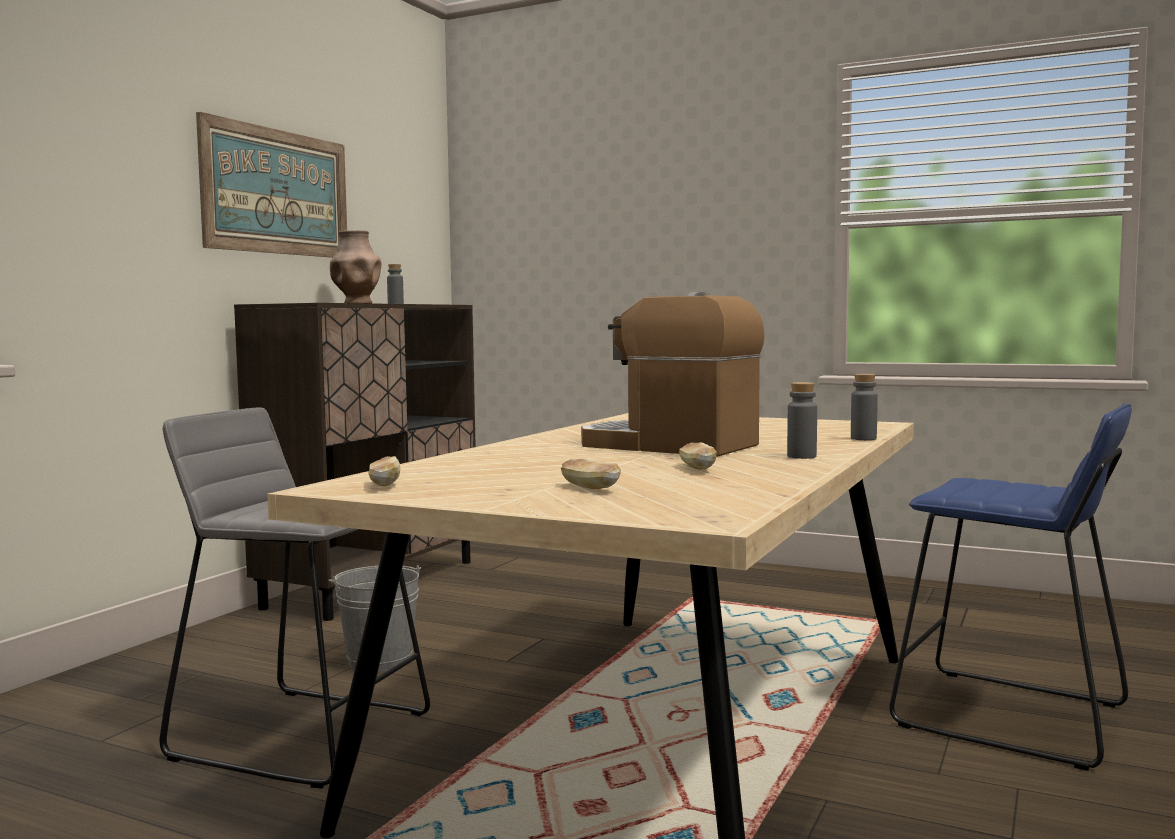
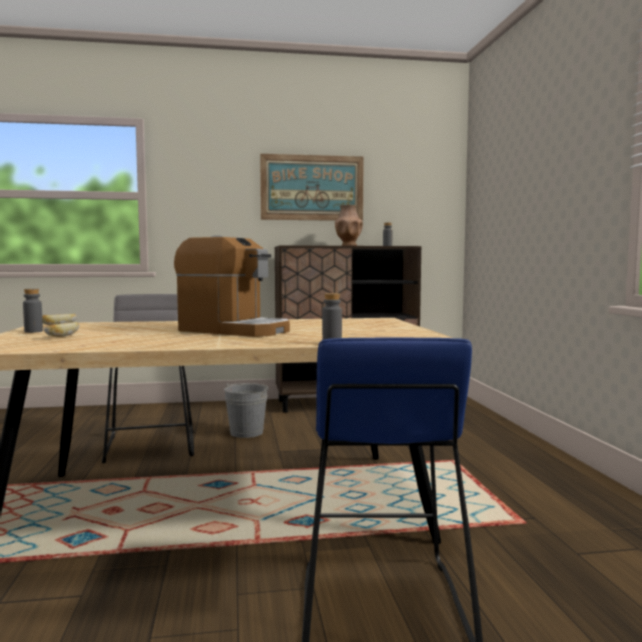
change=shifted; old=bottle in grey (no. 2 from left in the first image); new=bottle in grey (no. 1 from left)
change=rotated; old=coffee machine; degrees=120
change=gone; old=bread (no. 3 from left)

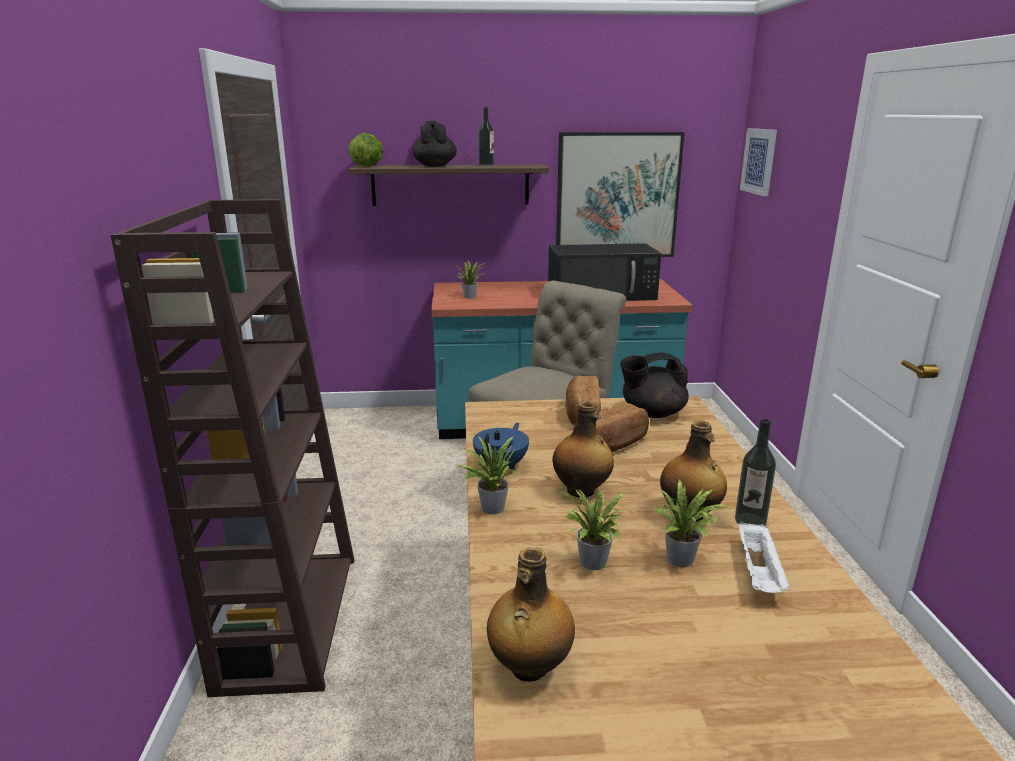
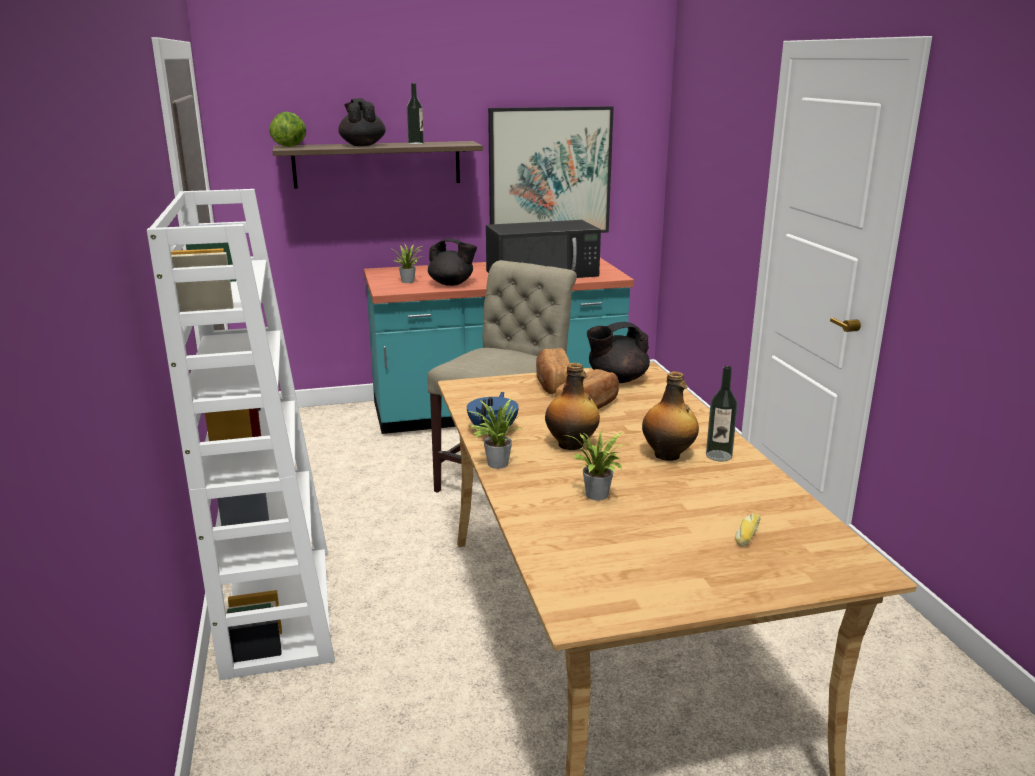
change=repainted; old=bookcase in brown; new=bookcase in white
change=new; new=teapot in black (no. 2 from left)
change=new; new=bread (no. 3 from left)
change=gone; old=bottle (no. 2 from left)
change=gone; old=potted plant (no. 4 from left)
change=gone; old=tray in white
change=gone; old=picture (no. 2 from left)

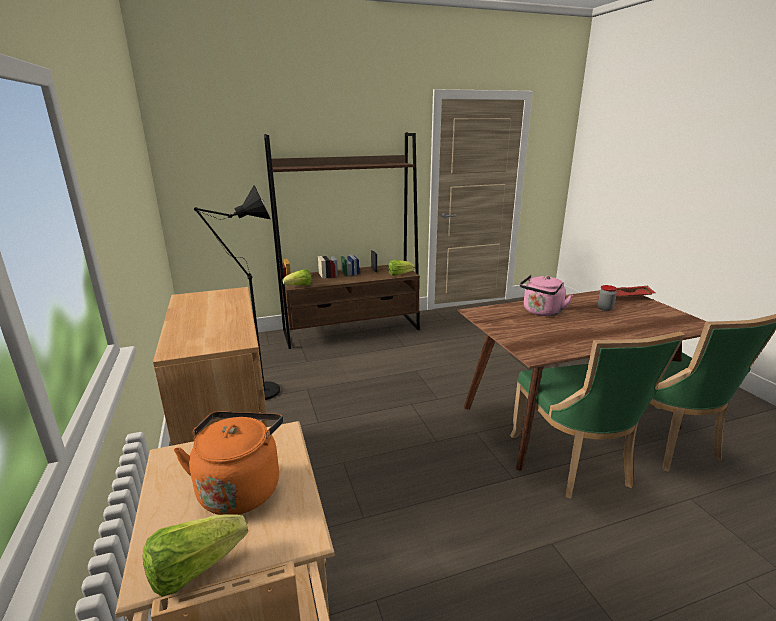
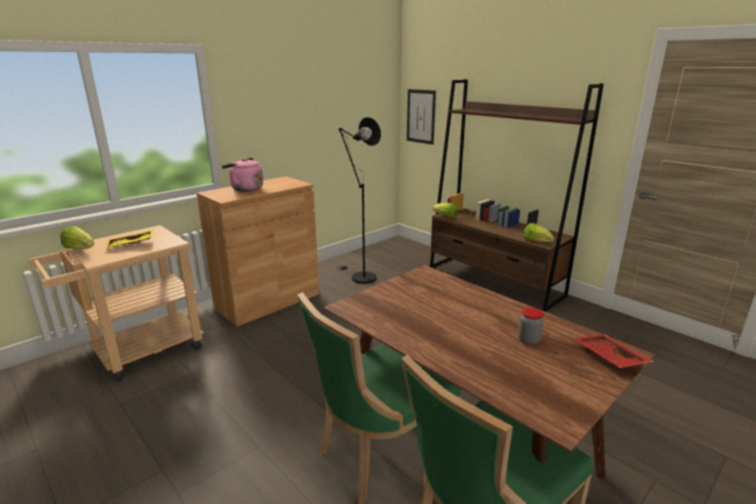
change=swapped; old=kettle in orange; new=tray in yellow
change=shifted; old=kettle in pink
change=new; new=picture

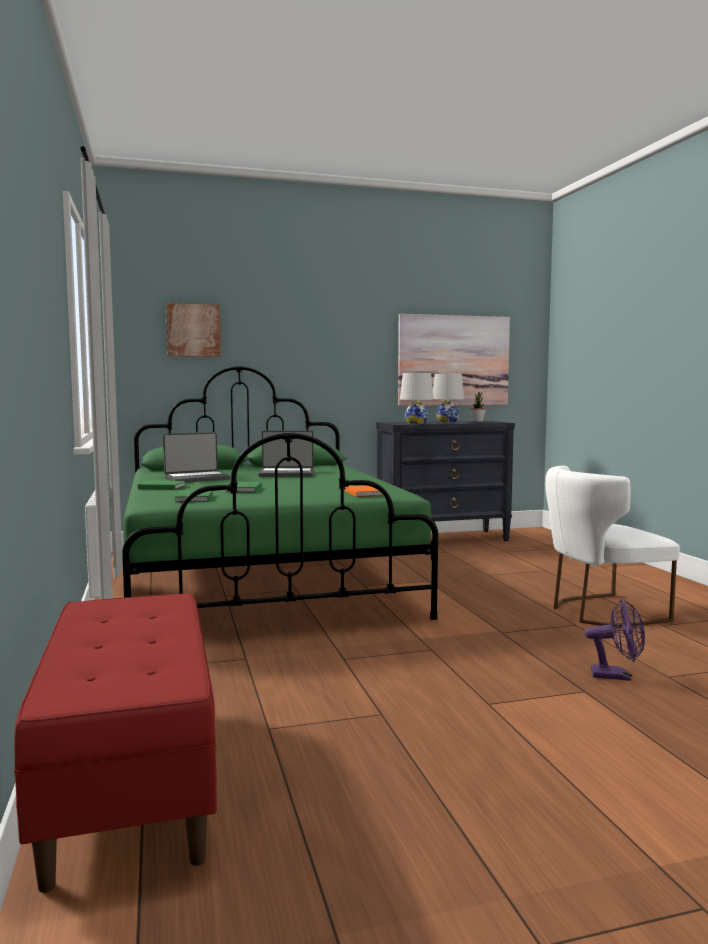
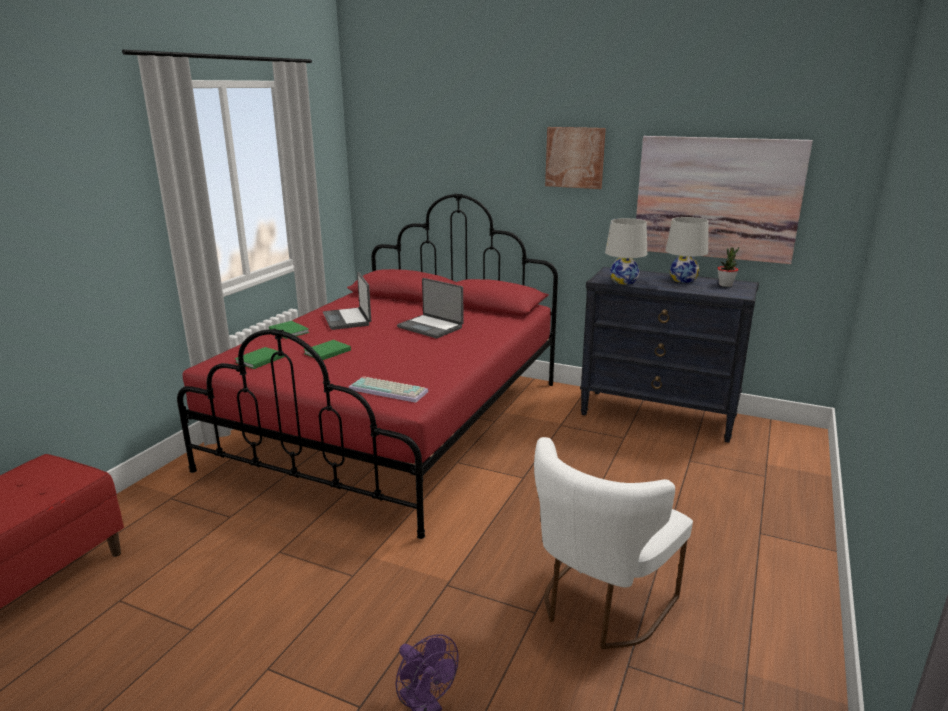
change=repainted; old=bed in green; new=bed in red
change=rotated; old=laptop (no. 1 from left); degrees=60
change=swapped; old=book in orange; new=keyboard
change=rotated; old=chair in white; degrees=-75
change=shifted; old=picture (no. 1 from left)

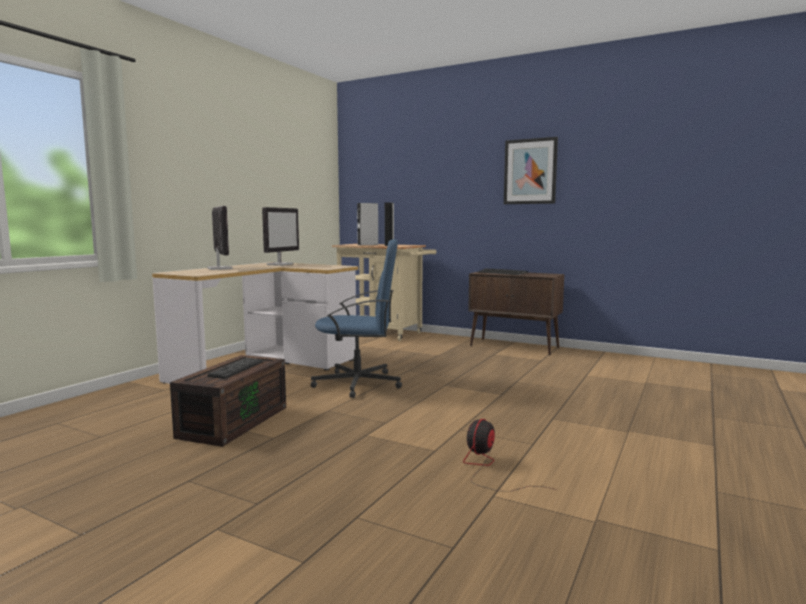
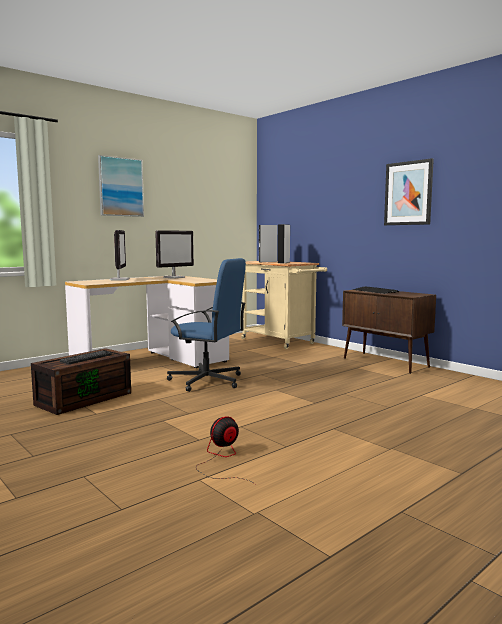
change=new; new=picture (no. 1 from left)

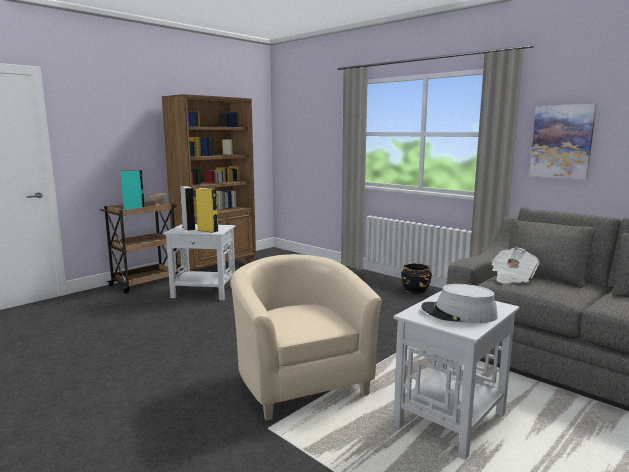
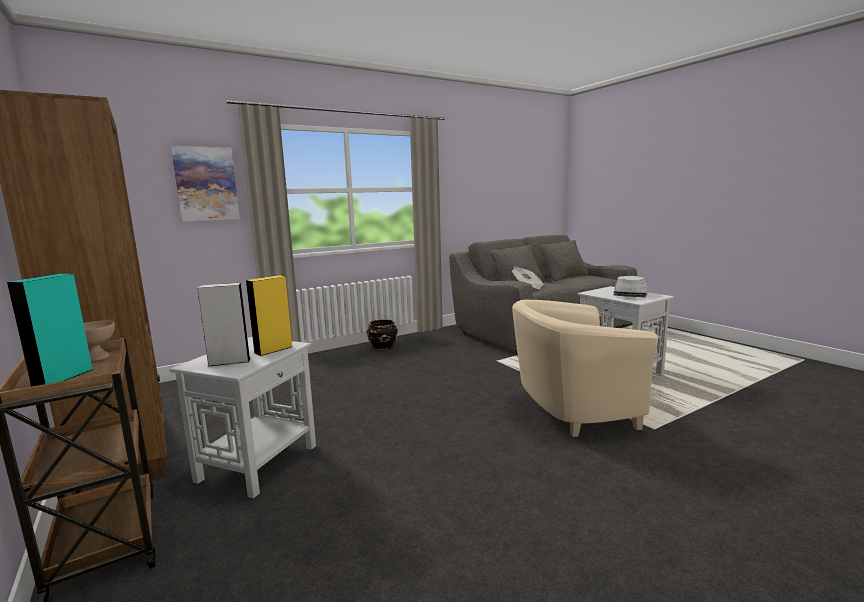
change=shifted; old=picture

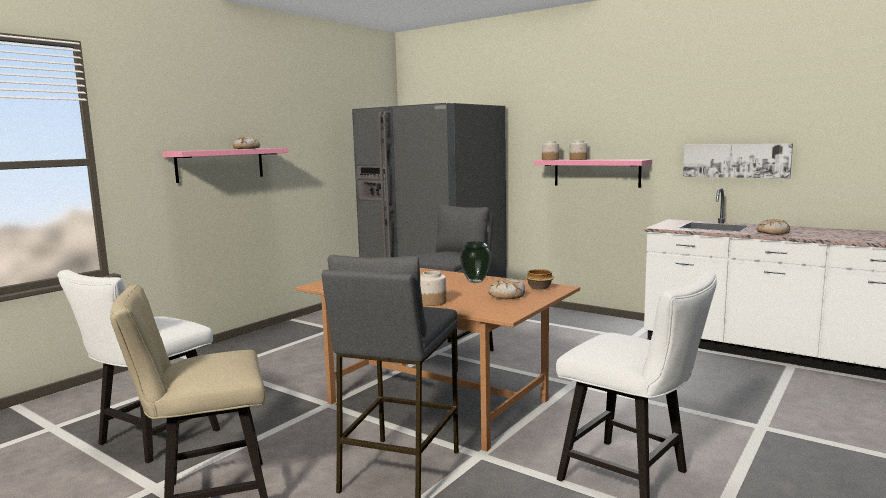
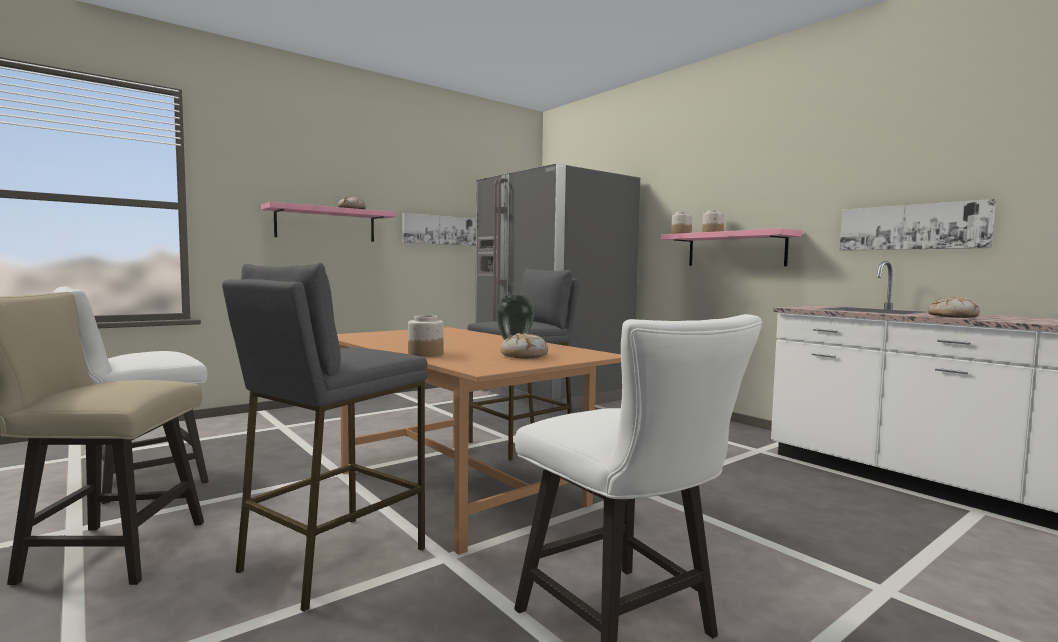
change=new; new=picture (no. 1 from left)
change=gone; old=bowl

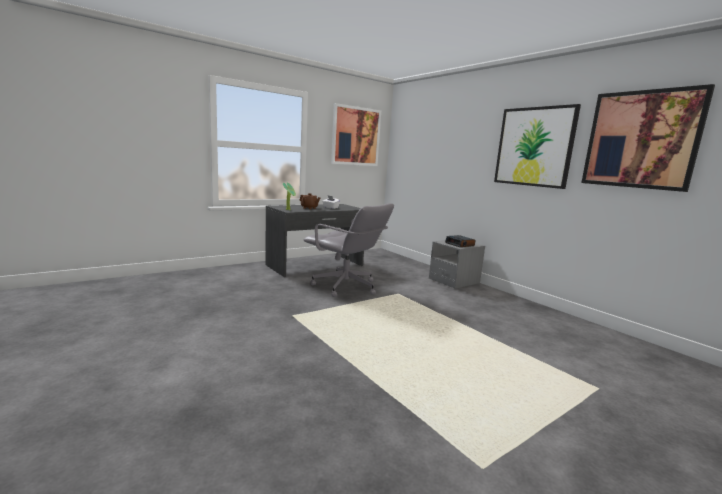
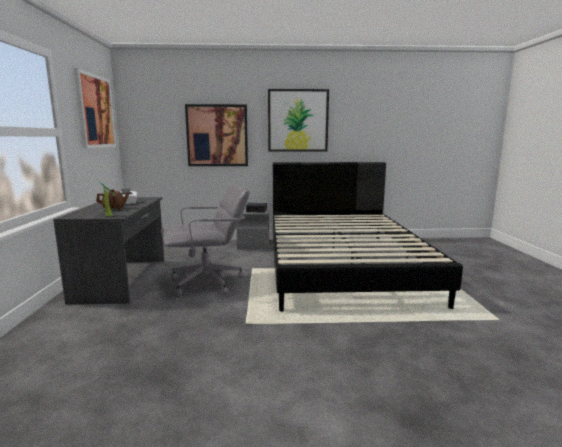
change=shifted; old=picture (no. 3 from left in the first image); new=picture (no. 2 from left)
change=new; new=bed in black

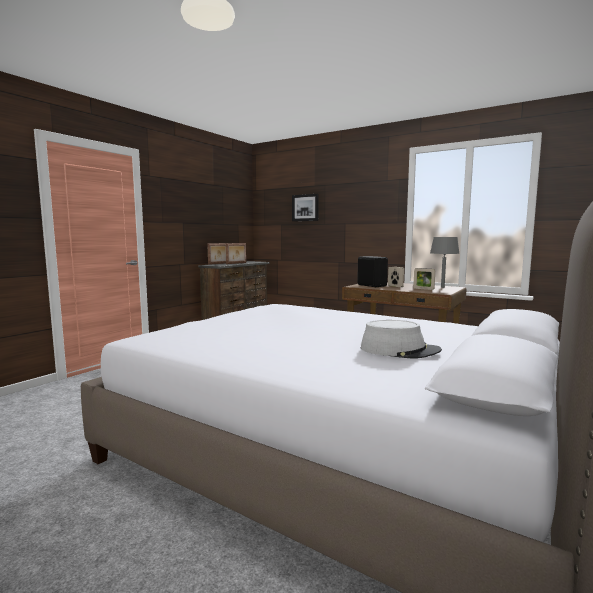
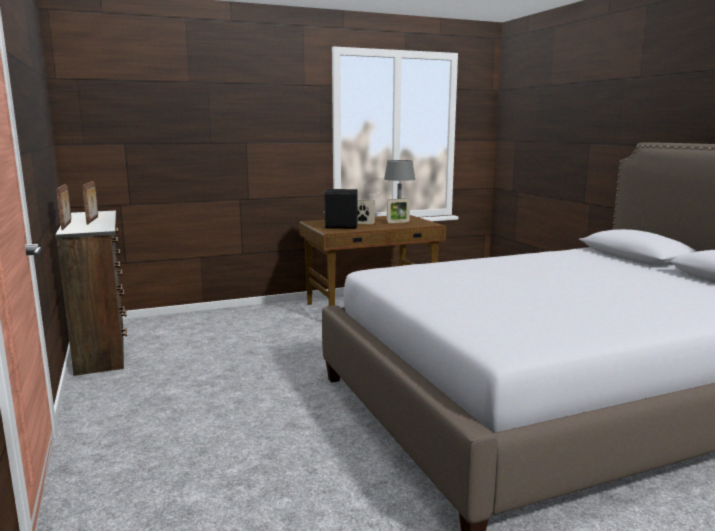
change=gone; old=picture
change=gone; old=hat in grey

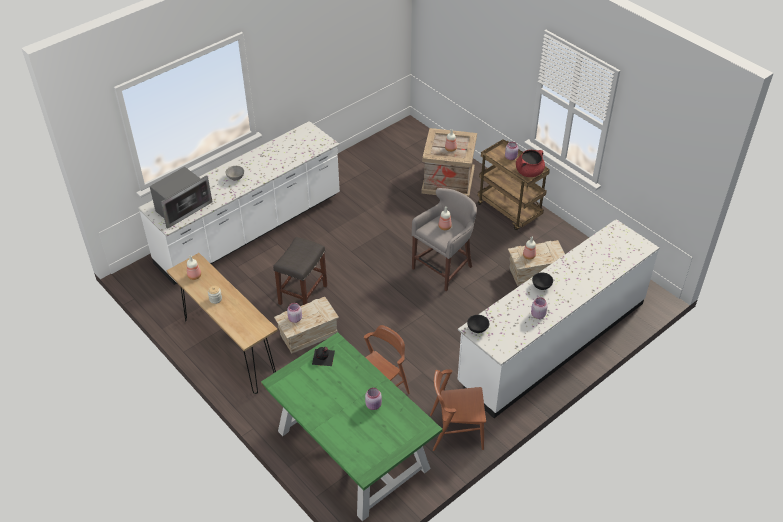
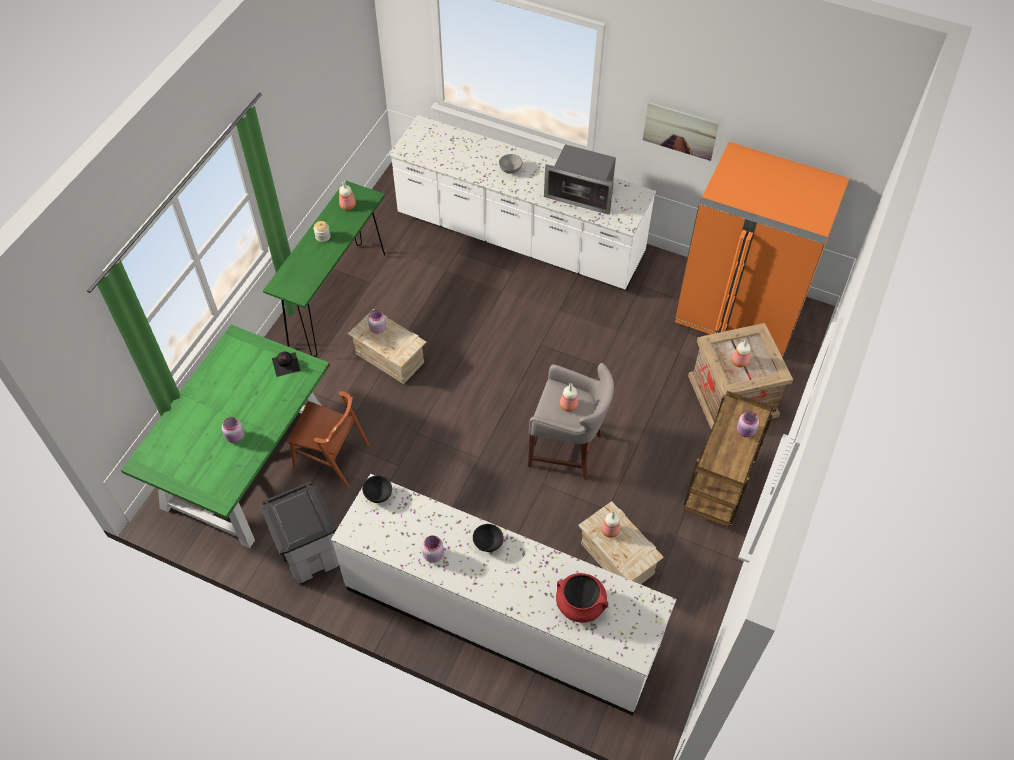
change=swapped; old=chair in brown (no. 2 from left); new=trash can in grey
change=repainted; old=console table in brown; new=console table in green
change=shifted; old=microwave
change=shifted; old=cooking pot in red
change=new; new=picture
change=new; new=fridge in orange
change=gone; old=stool in grey (no. 1 from left)

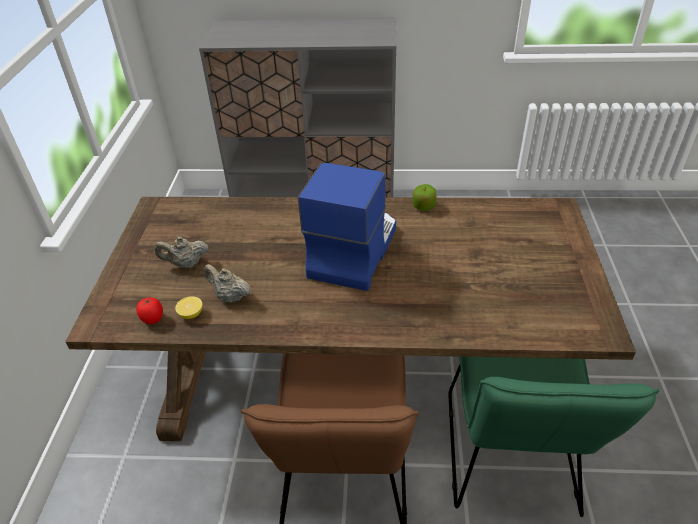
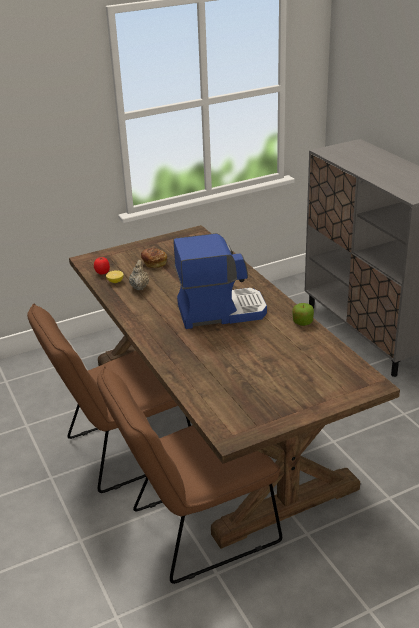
change=repainted; old=chair in green; new=chair in brown (no. 2 from left)
change=swapped; old=teapot in beige (no. 1 from left); new=bread

